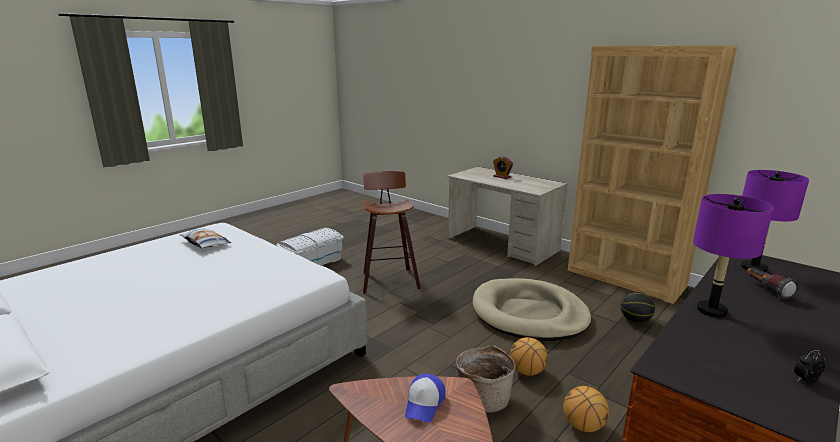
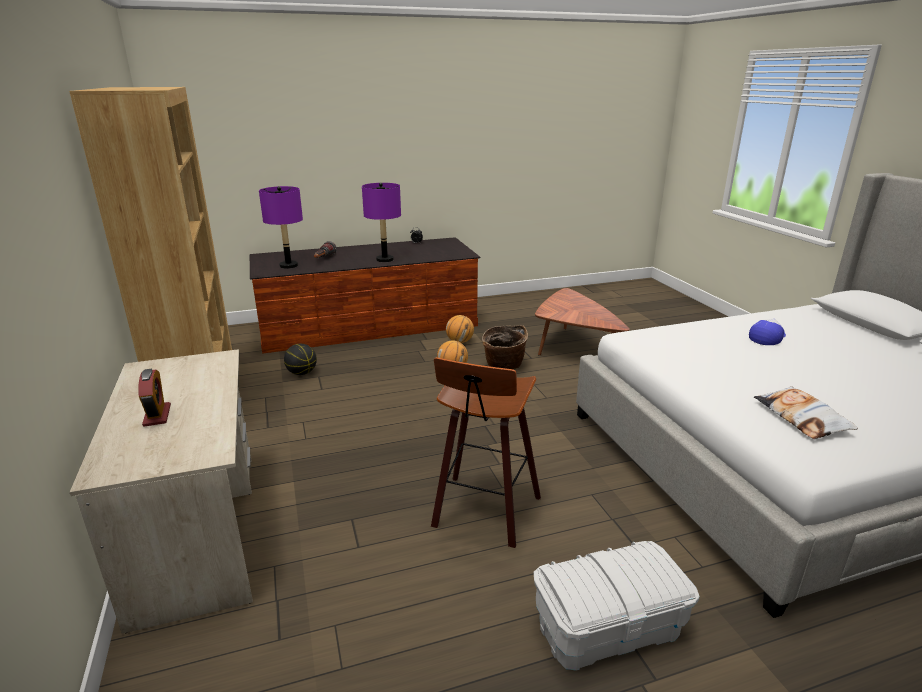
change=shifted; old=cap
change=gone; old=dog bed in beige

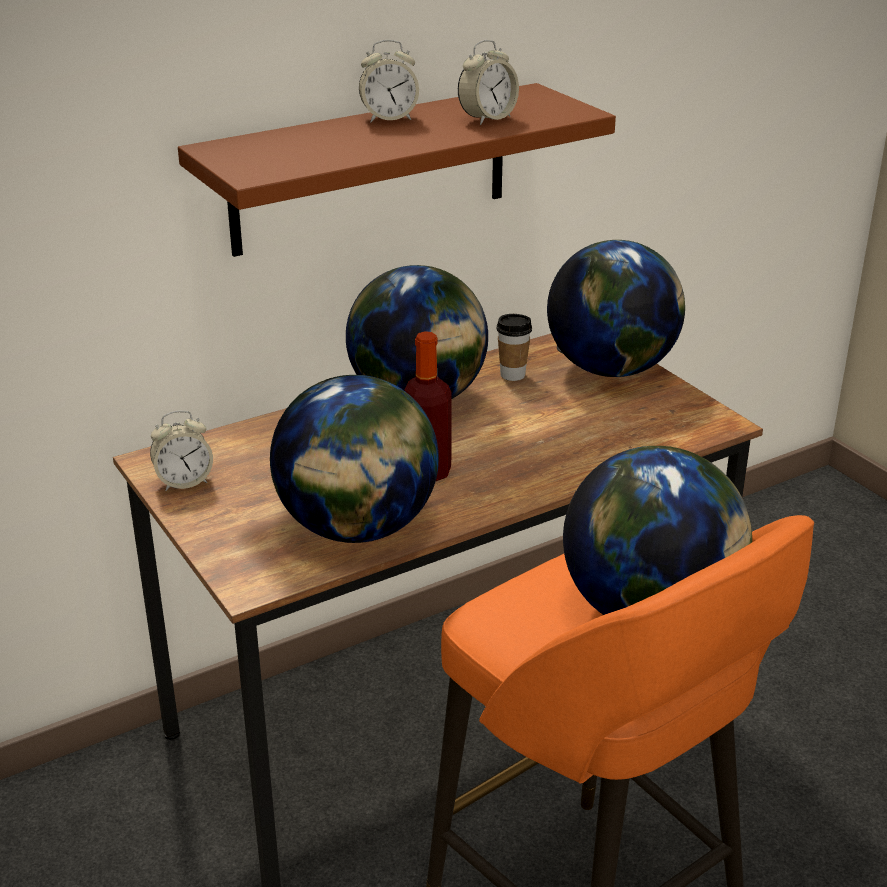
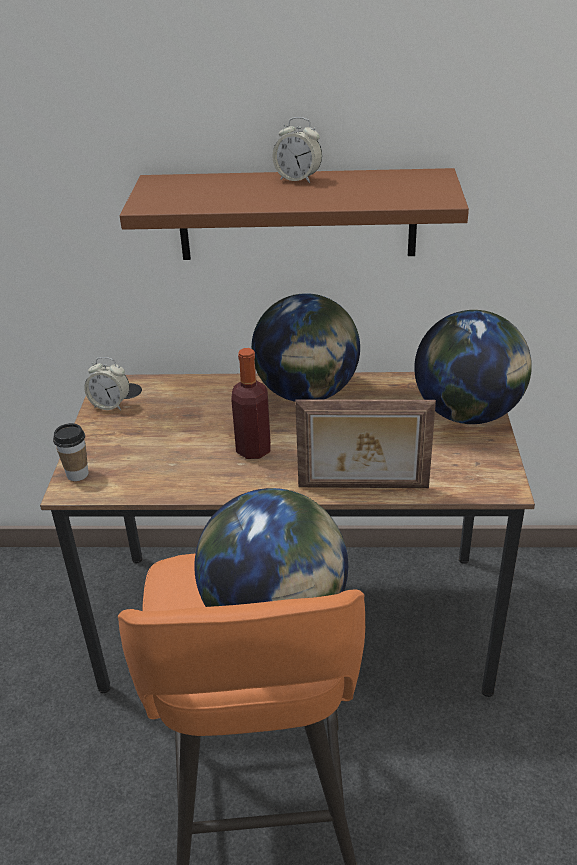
change=shifted; old=cup
change=new; new=picture frame
change=gone; old=globe (no. 1 from left)
change=gone; old=alarm clock (no. 3 from left)

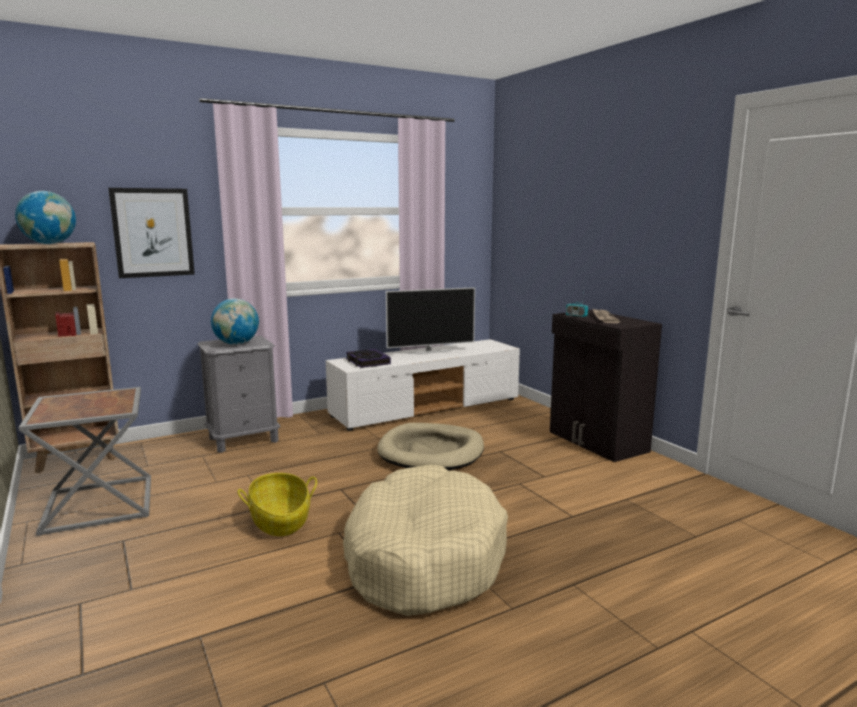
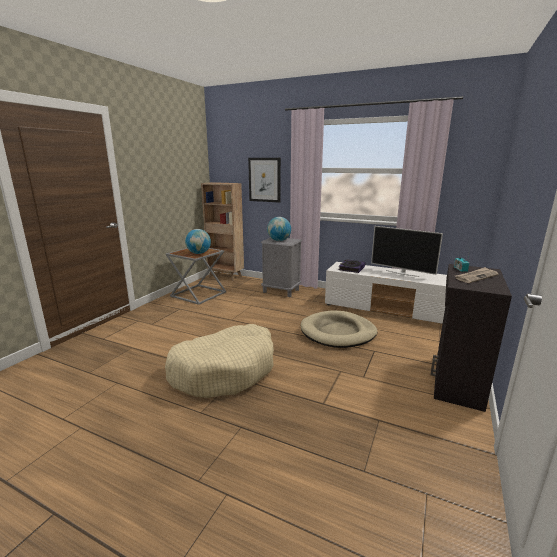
change=shifted; old=globe (no. 1 from left)
change=gone; old=basket

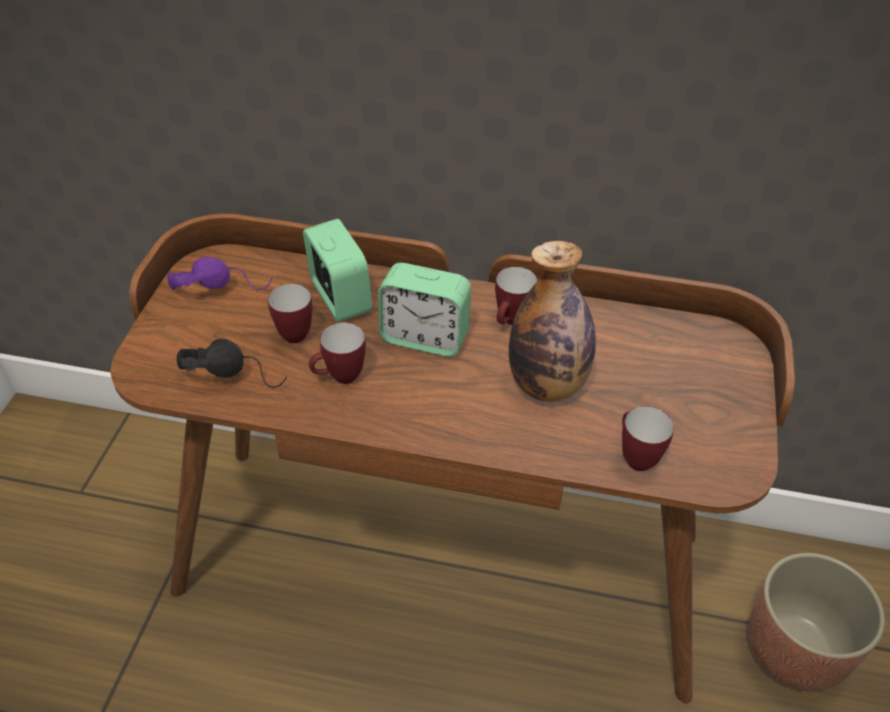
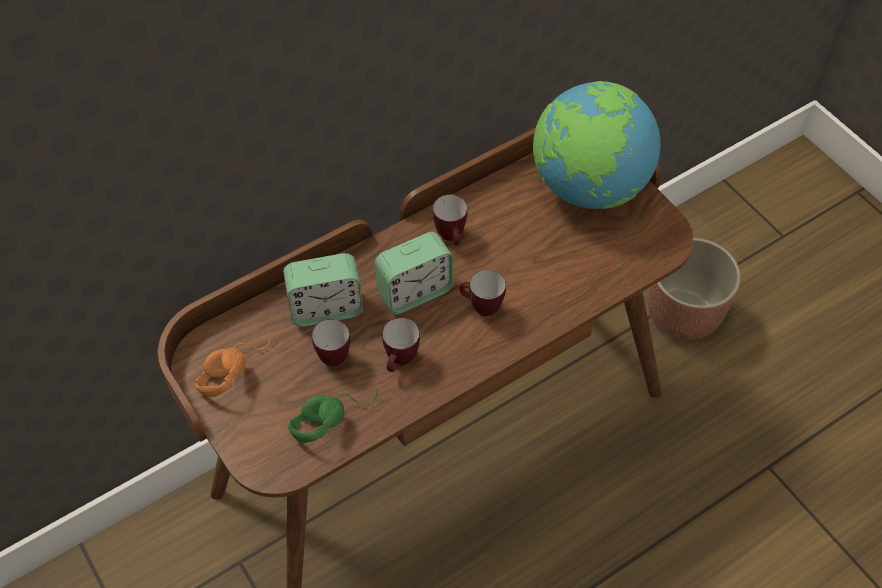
change=repainted; old=headphones in purple; new=headphones in orange
change=rotated; old=alarm clock (no. 1 from left); degrees=150
change=repainted; old=headphones in black; new=headphones in green
change=shifted; old=mug (no. 4 from left)
change=new; new=globe
change=gone; old=bottle

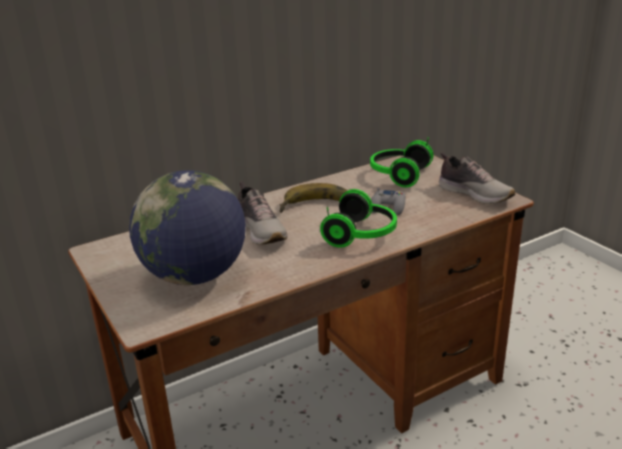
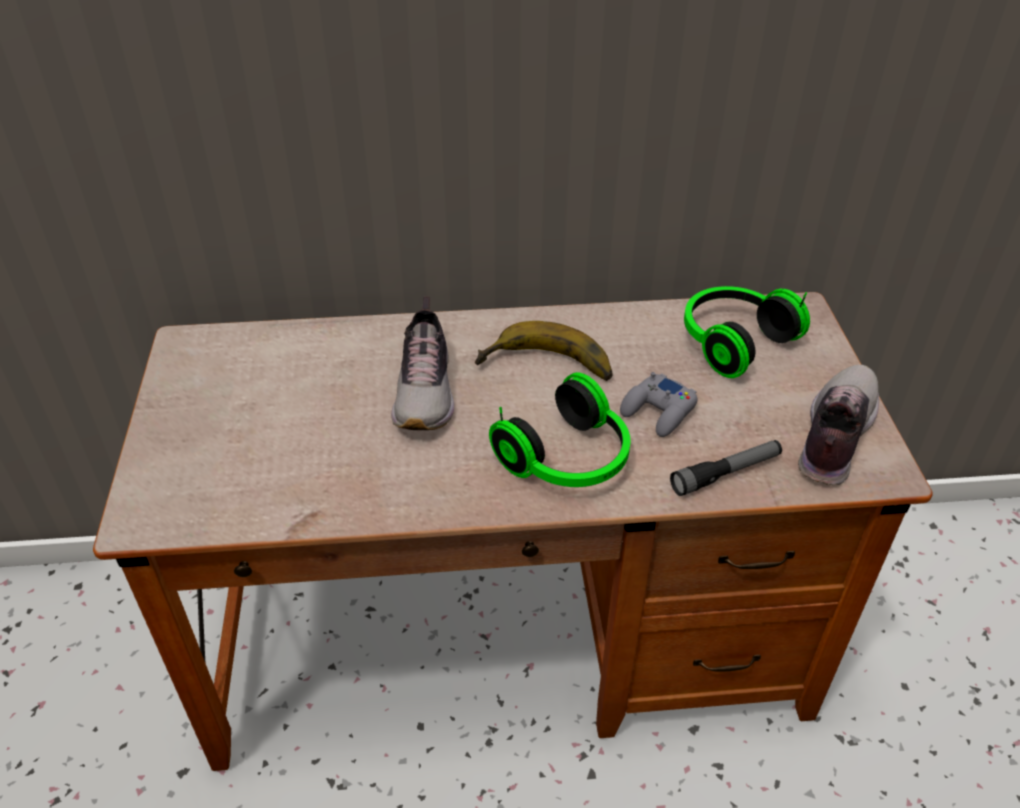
change=new; new=flashlight
change=rotated; old=shoe (no. 2 from left); degrees=-135
change=gone; old=globe

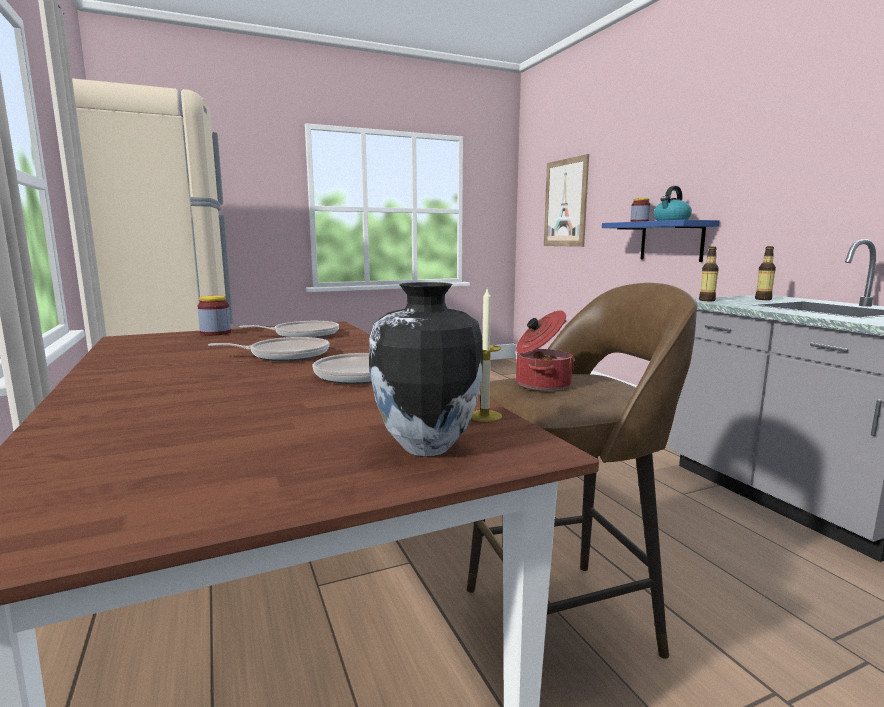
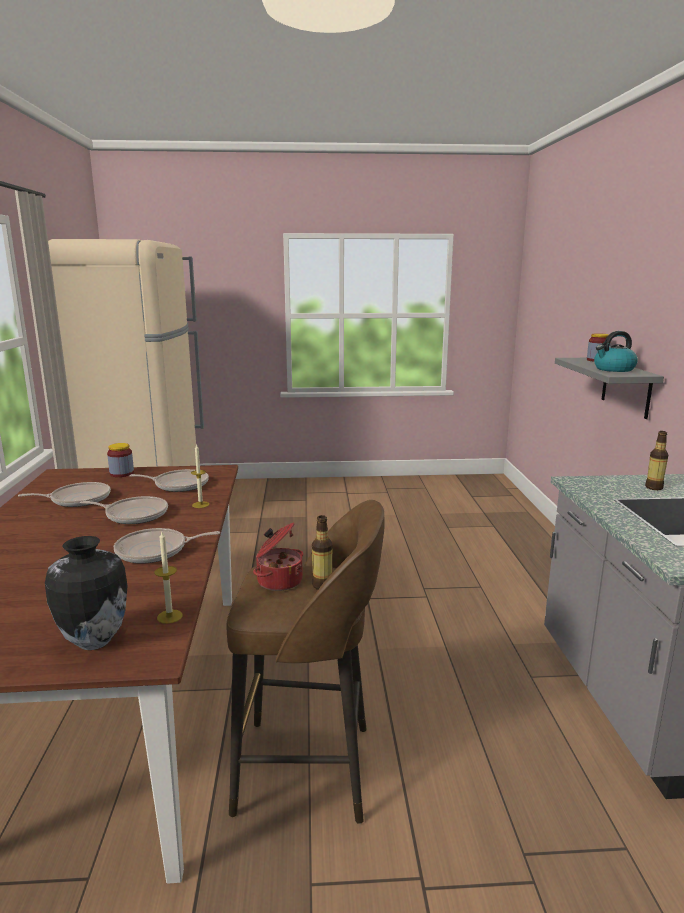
change=new; new=frying pan (no. 1 from left)
change=new; new=candle (no. 2 from left)
change=shifted; old=bottle (no. 1 from left)
change=repainted; old=shelf in blue; new=shelf in grey
change=gone; old=picture

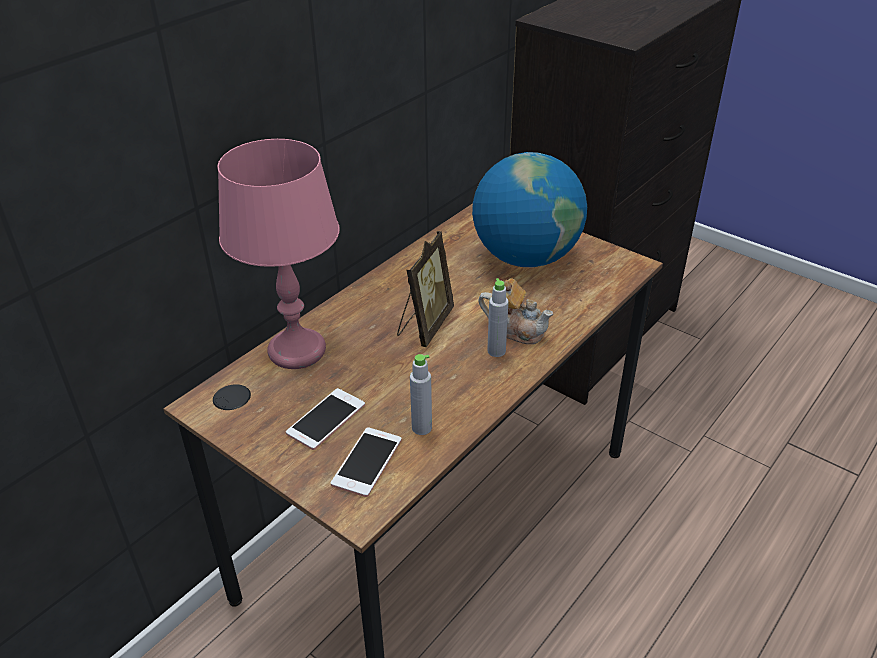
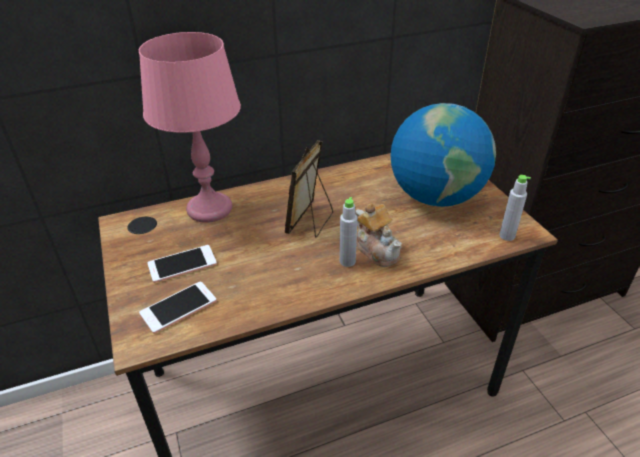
change=rotated; old=picture frame; degrees=150
change=shifted; old=bottle in grey (no. 1 from left in the first image); new=bottle in grey (no. 2 from left)

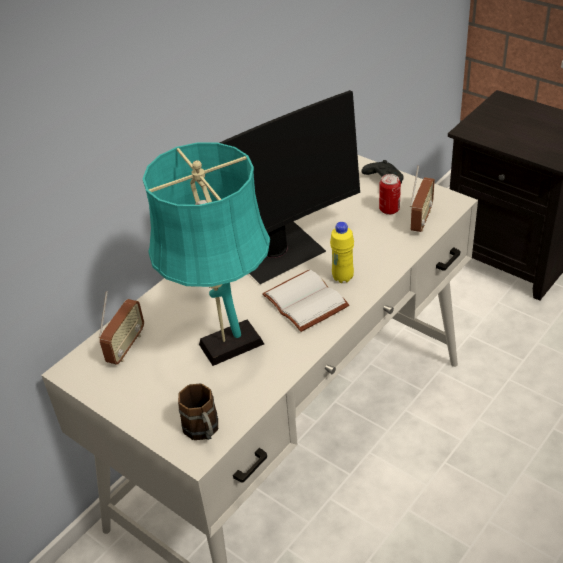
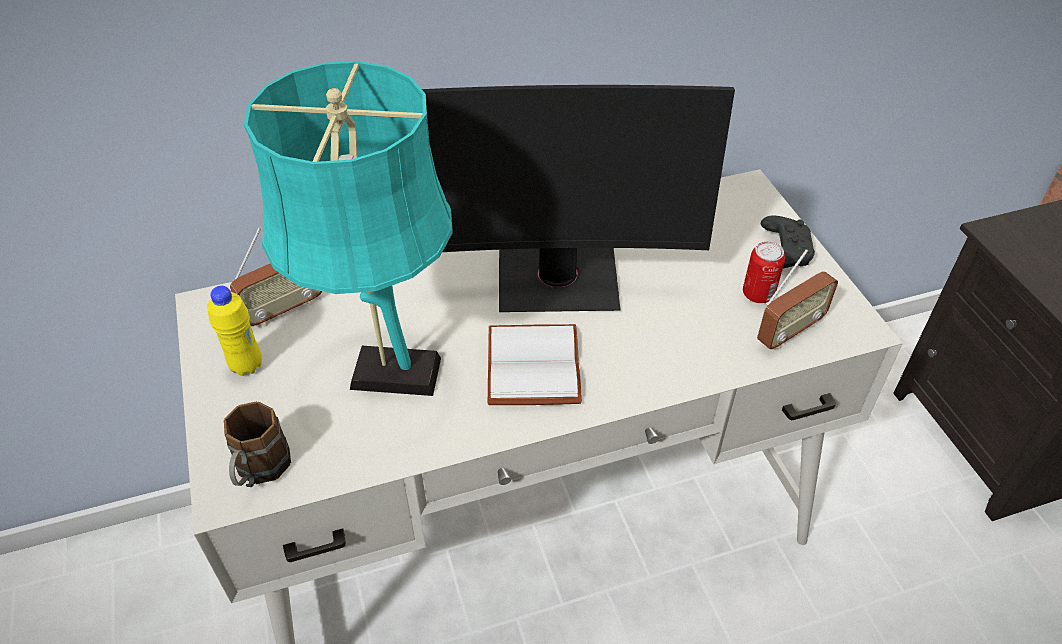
change=shifted; old=bottle in yellow

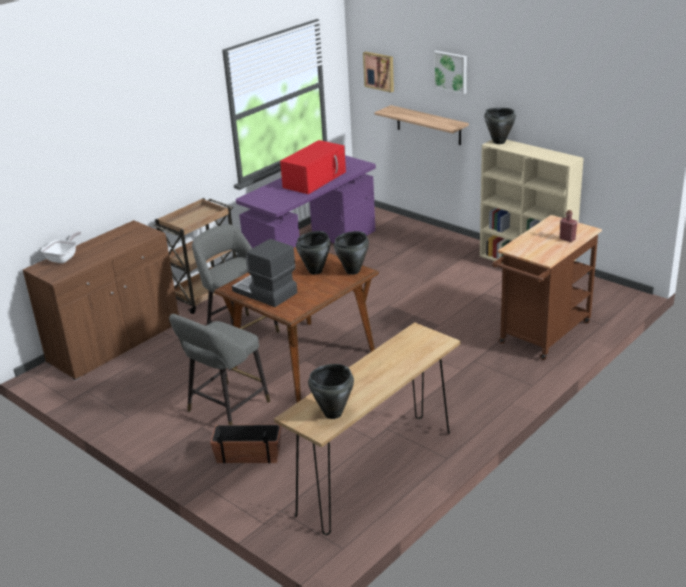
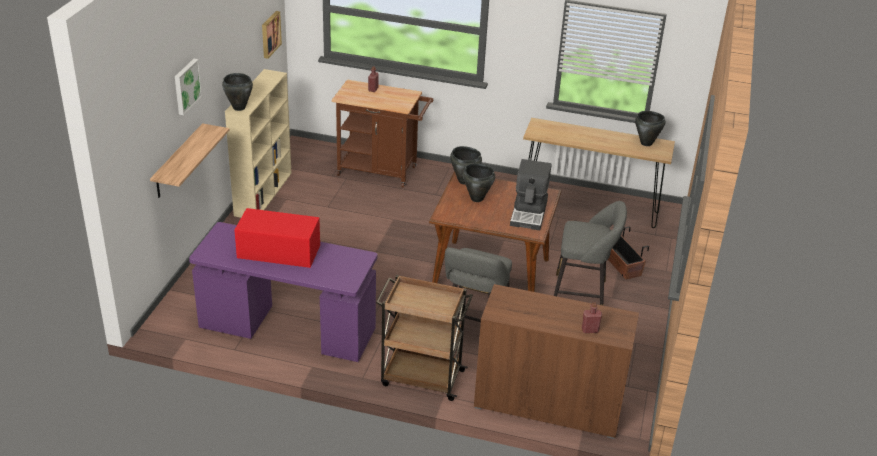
change=shifted; old=picture (no. 1 from left in the first image); new=picture (no. 2 from left)
change=swapped; old=frying pan; new=bottle in red (no. 2 from left)

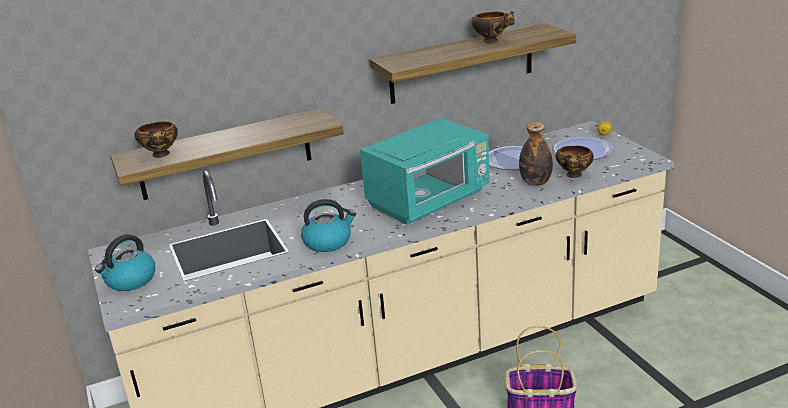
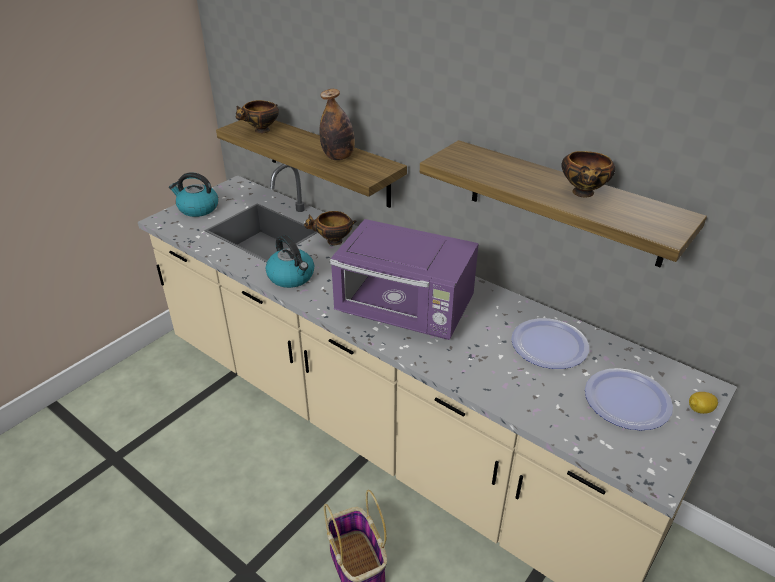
change=shifted; old=bowl (no. 3 from left in the first image); new=bowl (no. 2 from left)
change=shifted; old=bottle
change=repainted; old=microwave in turquoise; new=microwave in purple

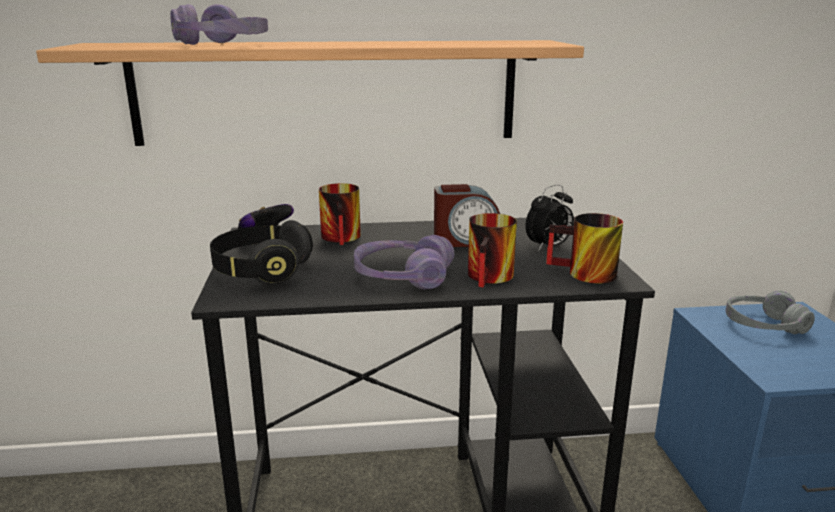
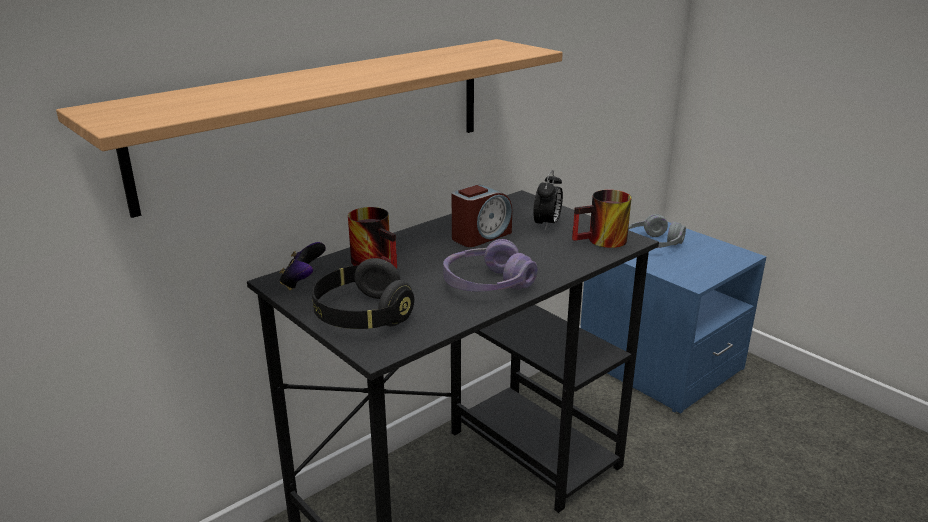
change=gone; old=headphones in purple (no. 1 from left)
change=gone; old=mug (no. 2 from left)

